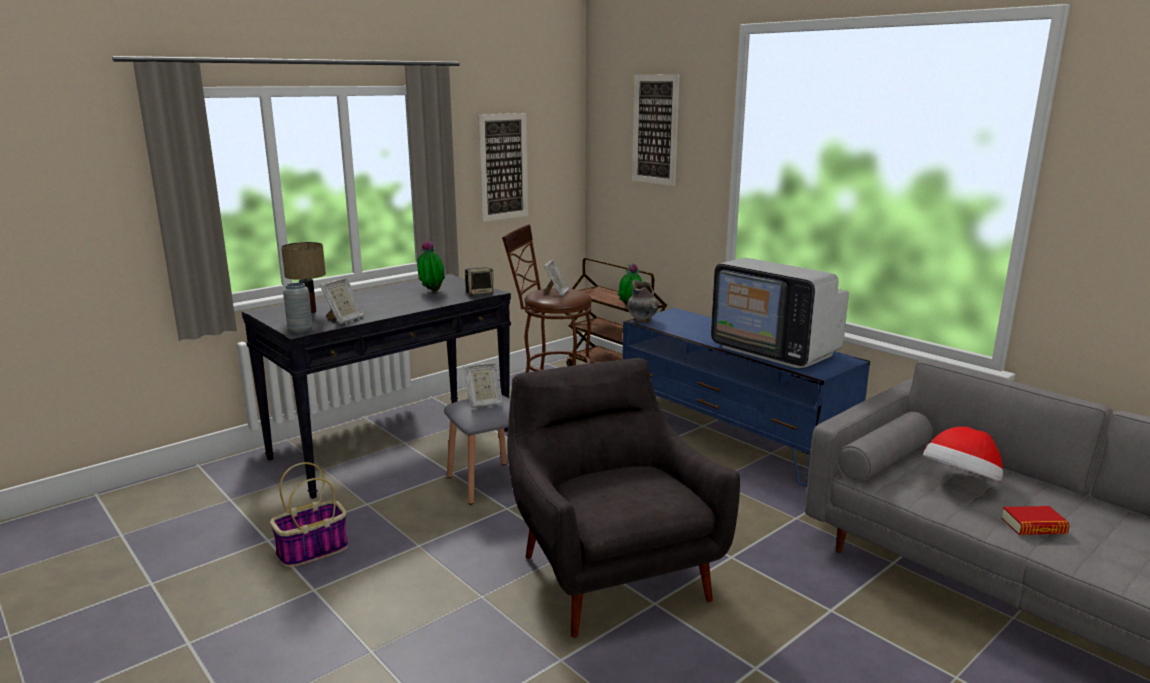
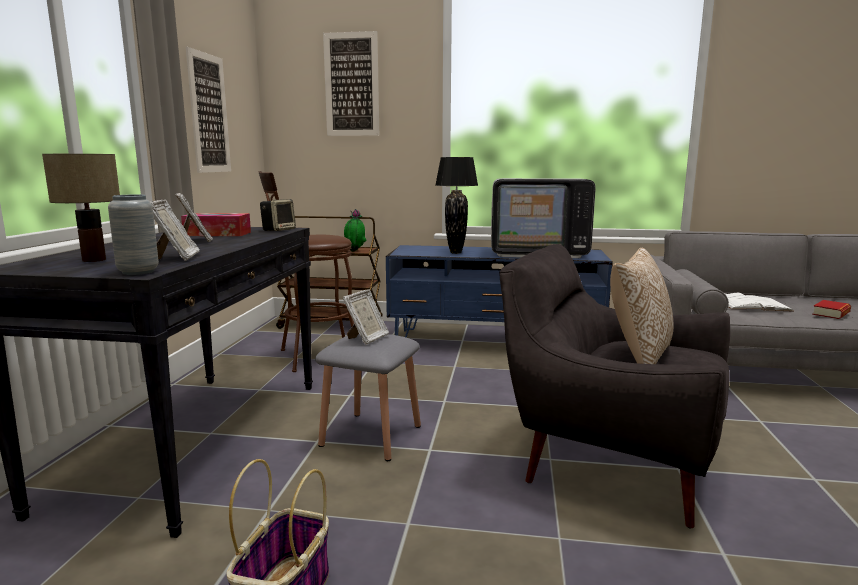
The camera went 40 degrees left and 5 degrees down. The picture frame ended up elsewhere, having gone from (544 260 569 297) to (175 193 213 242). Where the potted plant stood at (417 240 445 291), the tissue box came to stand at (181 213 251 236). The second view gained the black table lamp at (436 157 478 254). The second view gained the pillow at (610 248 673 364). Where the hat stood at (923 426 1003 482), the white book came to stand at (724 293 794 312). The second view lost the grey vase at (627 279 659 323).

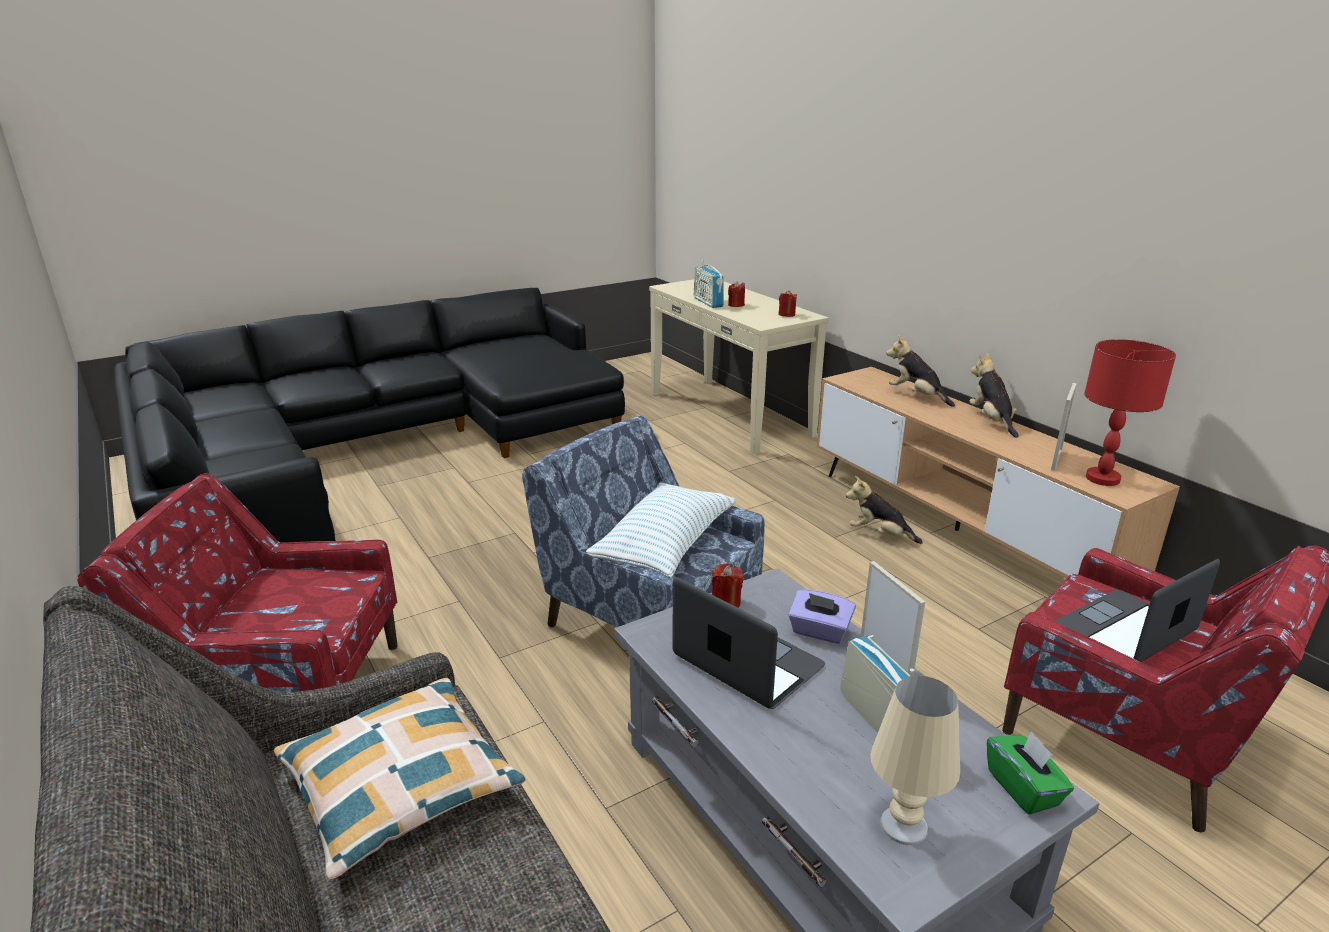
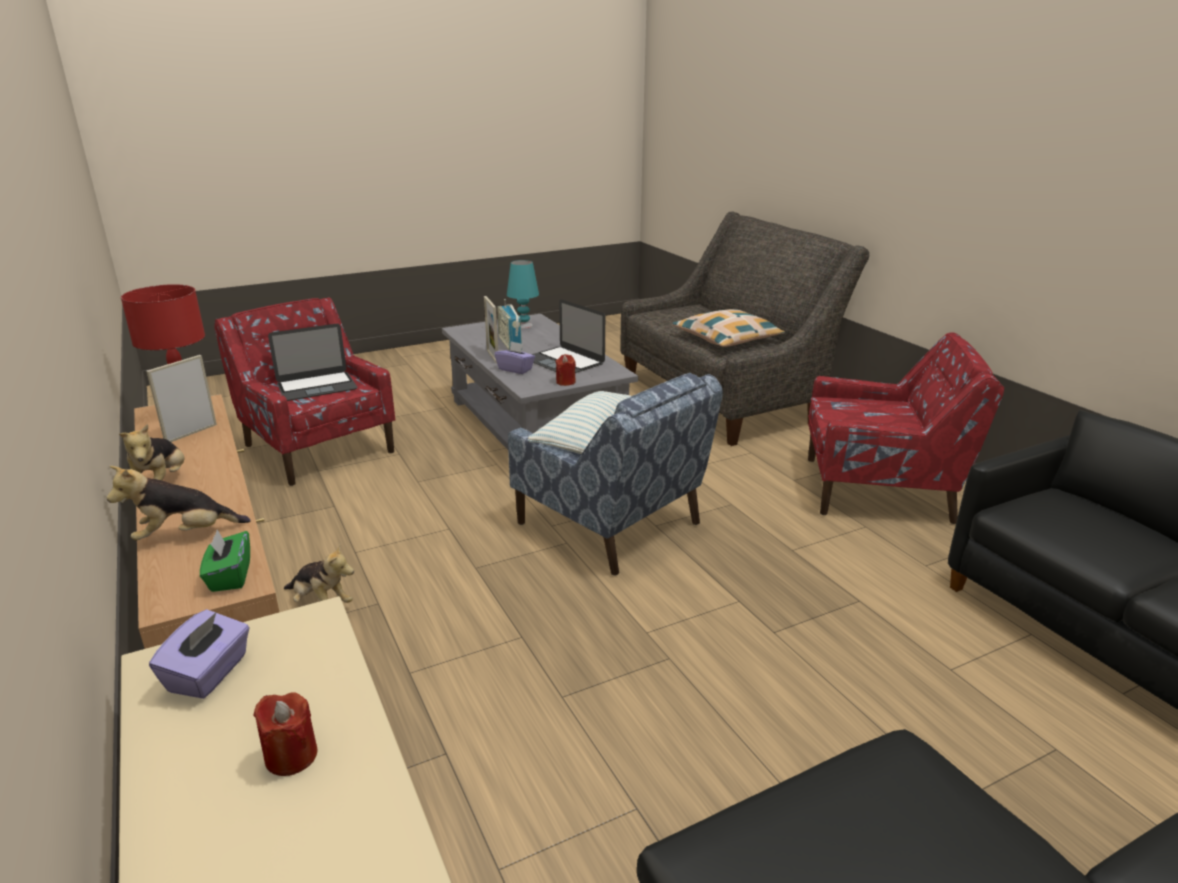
The camera went 175 degrees left and 0 degrees up. The plush toy at (886 335 955 407) ended up facing another way, 105 degrees clockwise from before. Where the red candle stood at (778 290 797 317), the purple tissue box came to stand at (149 609 250 699). The green tissue box ended up elsewhere, having gone from (987 731 1074 815) to (200 530 250 592). What was the beige table lamp at (870 676 960 845) turned into the turquoise table lamp at (507 260 539 329). The second view lost the radio at (694 260 724 308).

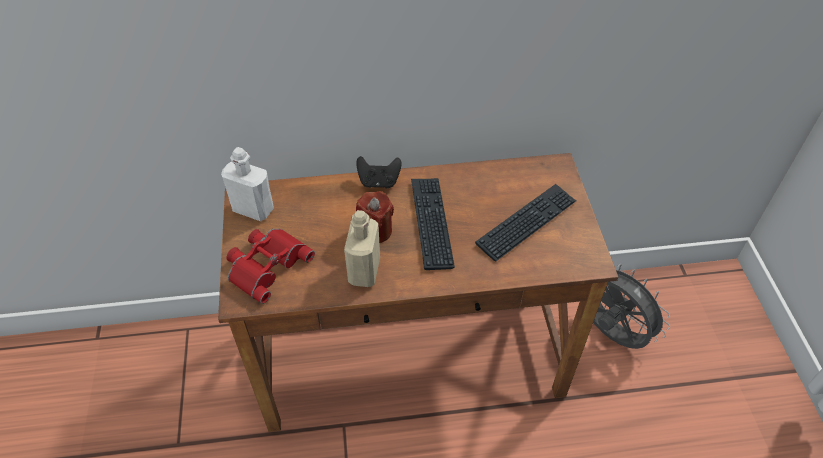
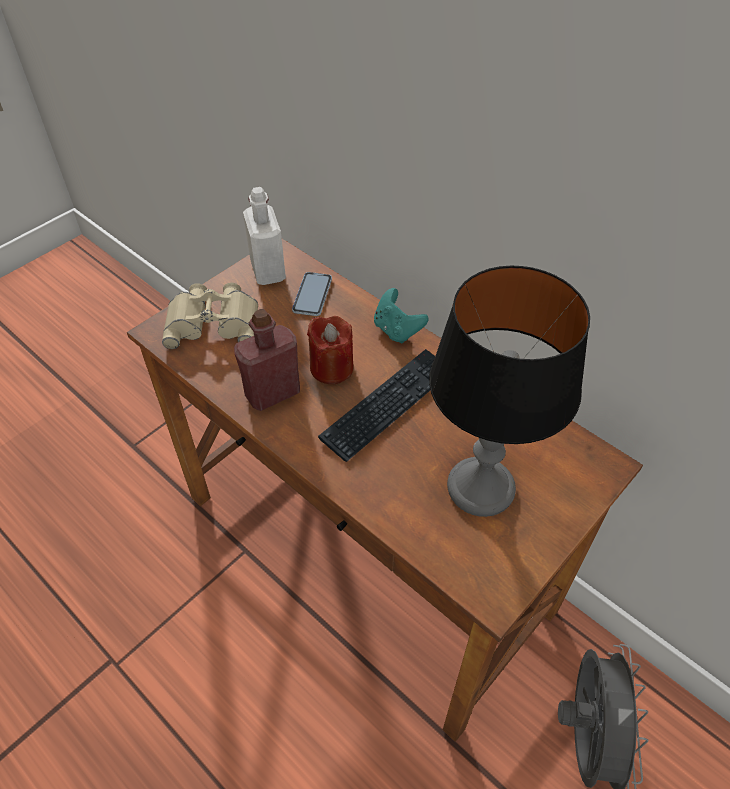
The camera went 50 degrees right and 0 degrees up. What was the red binoculars at (226 229 315 304) turned into the beige binoculars at (162 283 258 349). What was the beige bottle at (344 210 380 287) turned into the red bottle at (234 309 300 411). The second view gained the phone at (292 272 332 316). What was the black game controller at (356 156 402 188) turned into the turquoise game controller at (374 288 429 344). Where the keyboard stood at (475 184 576 262), the table lamp came to stand at (429 266 590 517).

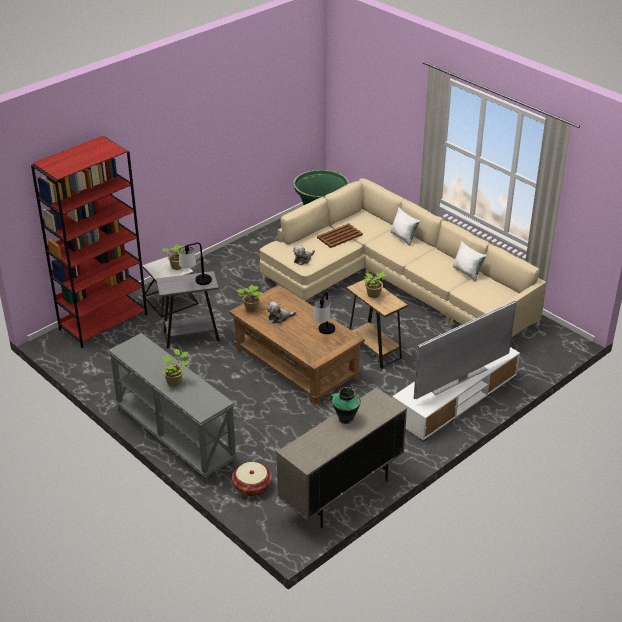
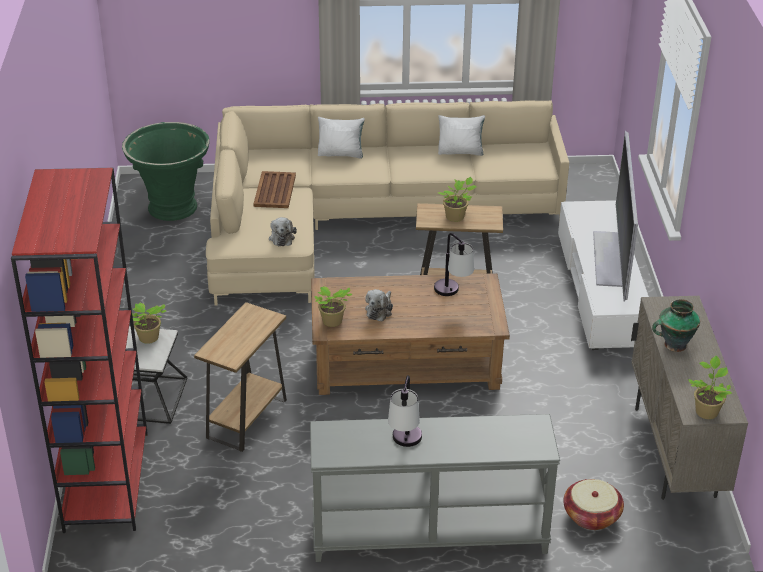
The camera went 50 degrees left and 0 degrees up. What was the grey side table at (156 271 220 348) turned into the brown side table at (194 302 287 452). The table lamp ended up elsewhere, having gone from (179 242 212 285) to (388 375 422 447). The potted plant ended up elsewhere, having gone from (162 349 189 386) to (688 356 732 419).

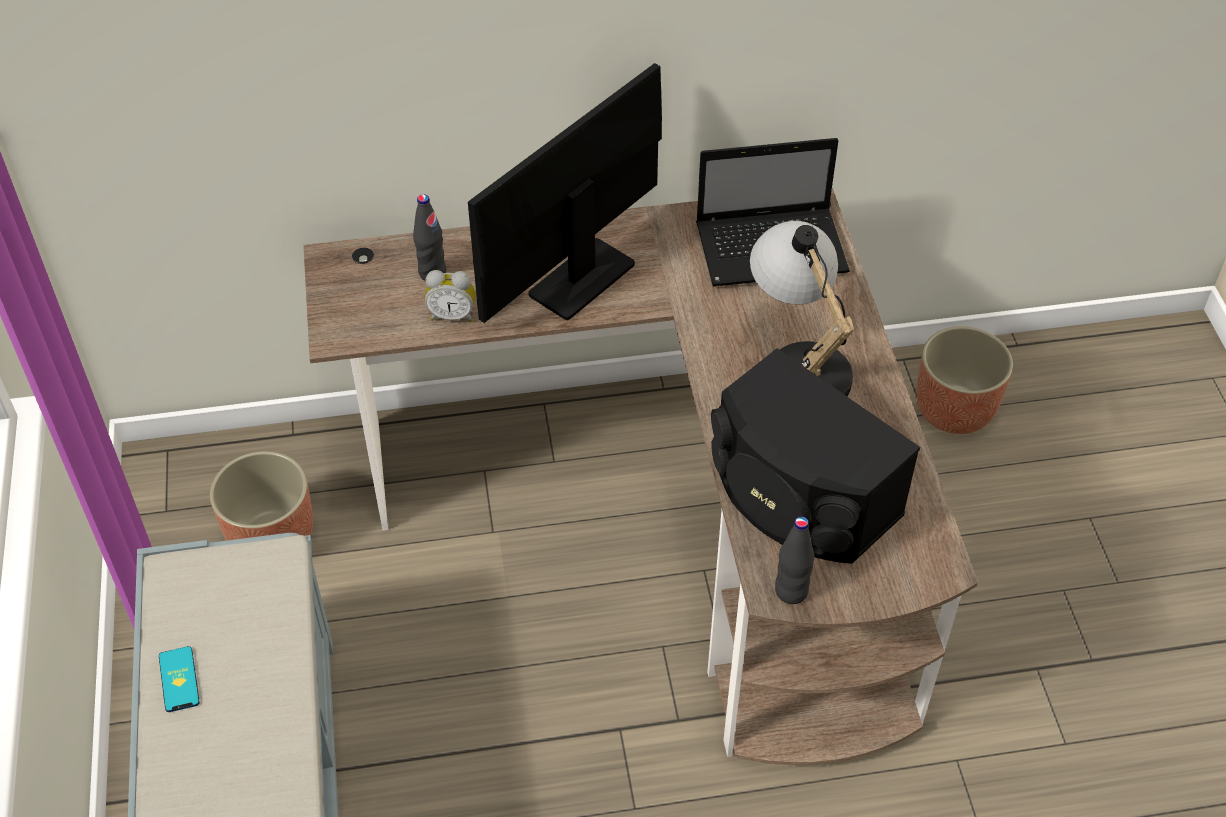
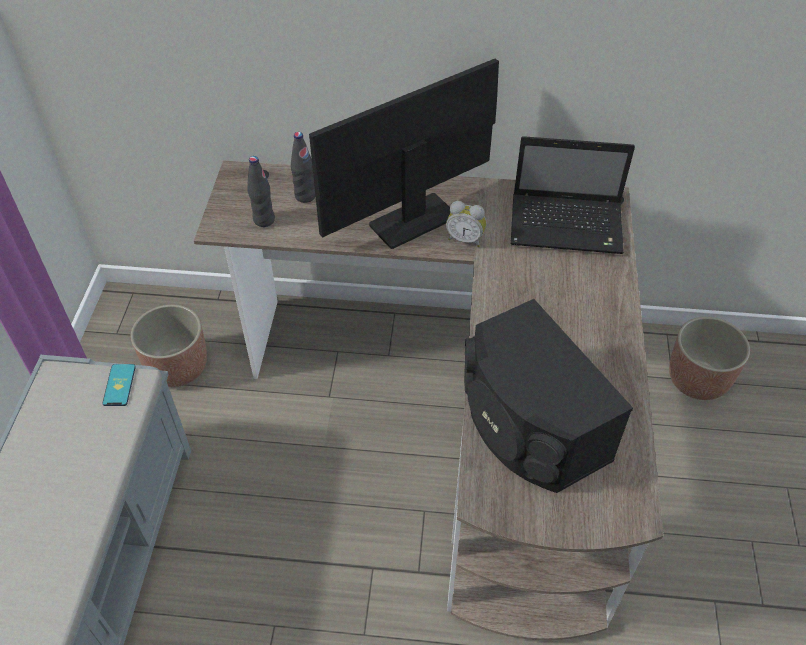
The camera went 15 degrees right and 0 degrees up. The phone ended up elsewhere, having gone from (159 646 200 712) to (102 364 136 406). The black bottle ended up elsewhere, having gone from (775 517 815 604) to (247 156 275 227). The alarm clock ended up elsewhere, having gone from (425 270 475 322) to (446 201 486 247). The second view lost the table lamp at (750 221 854 396).

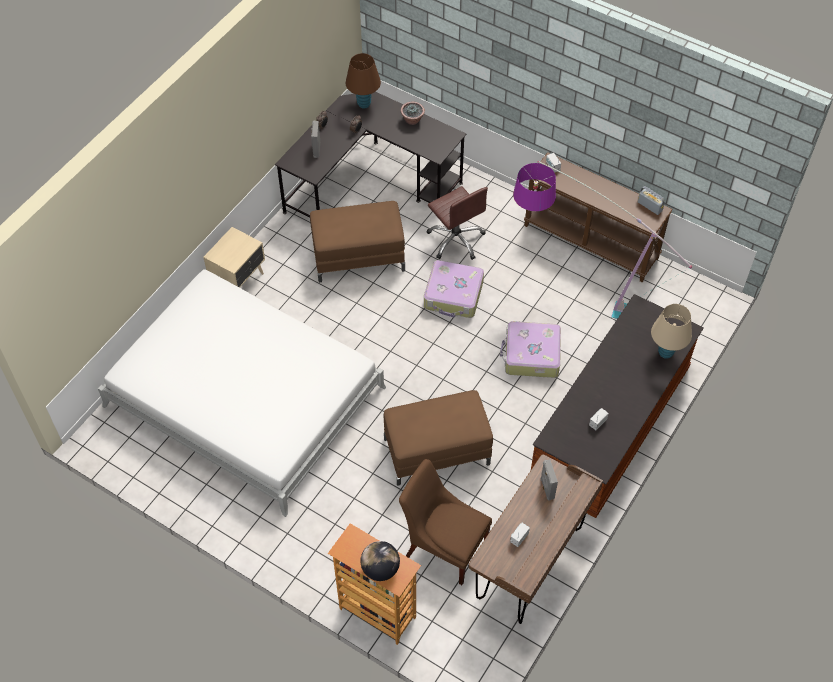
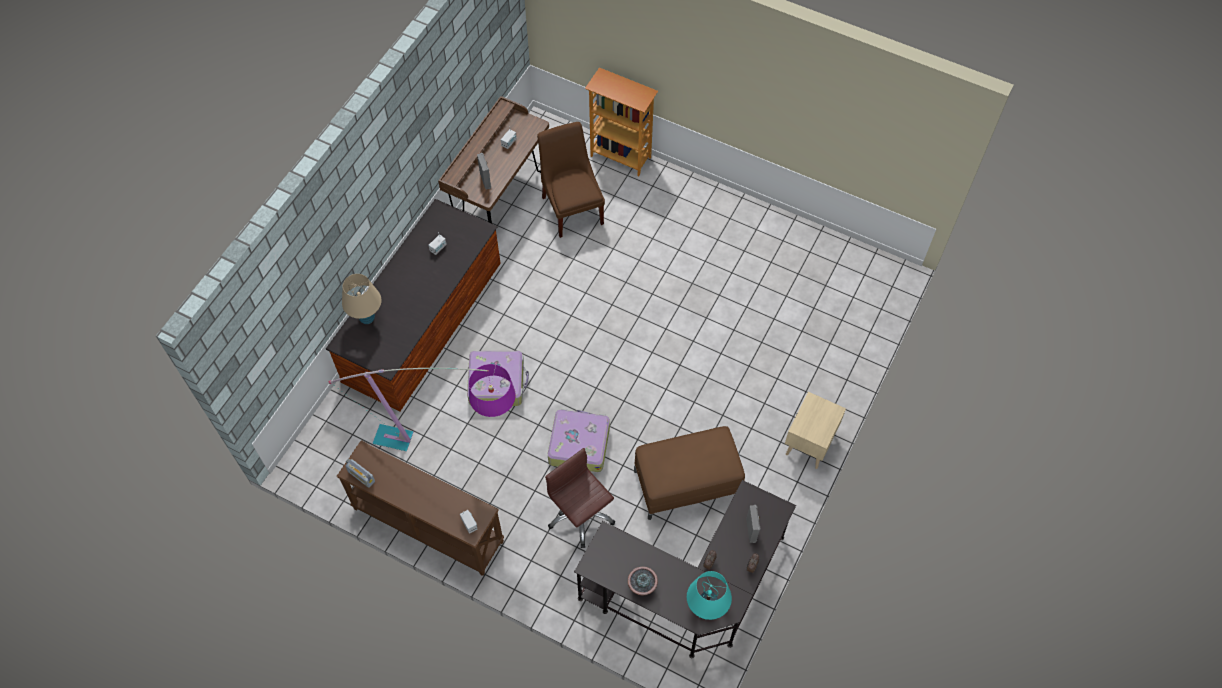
The camera went 175 degrees right and 5 degrees up. The brown chair at (399 459 492 585) ended up facing another way, 135 degrees counterclockwise from before. What was the brown table lamp at (346 53 381 108) turned into the turquoise table lamp at (687 571 732 620). The second view lost the white bed at (98 269 386 517). The second view lost the globe at (360 541 400 581). The second view lost the brown ottoman at (384 390 493 486).

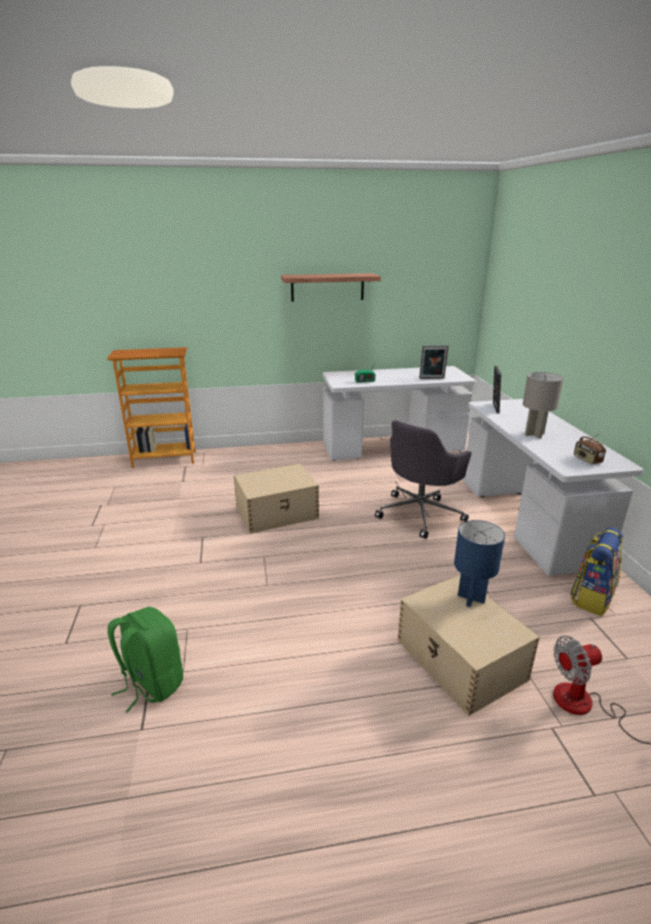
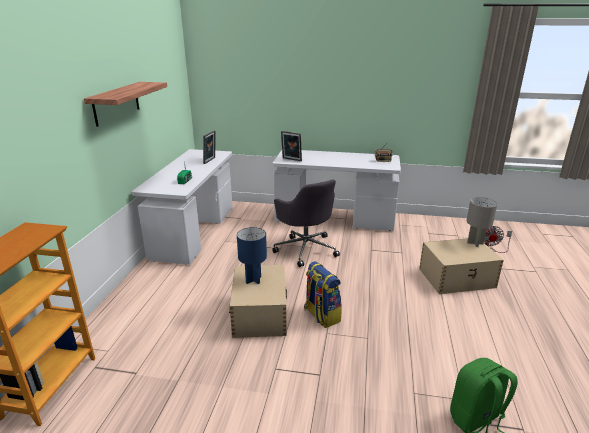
The camera went 70 degrees left and 0 degrees up. The blue table lamp ended up elsewhere, having gone from (454 520 505 607) to (237 227 267 284). The backpack ended up elsewhere, having gone from (570 527 623 616) to (304 261 342 328). The grey table lamp ended up elsewhere, having gone from (523 372 563 439) to (466 197 497 247).

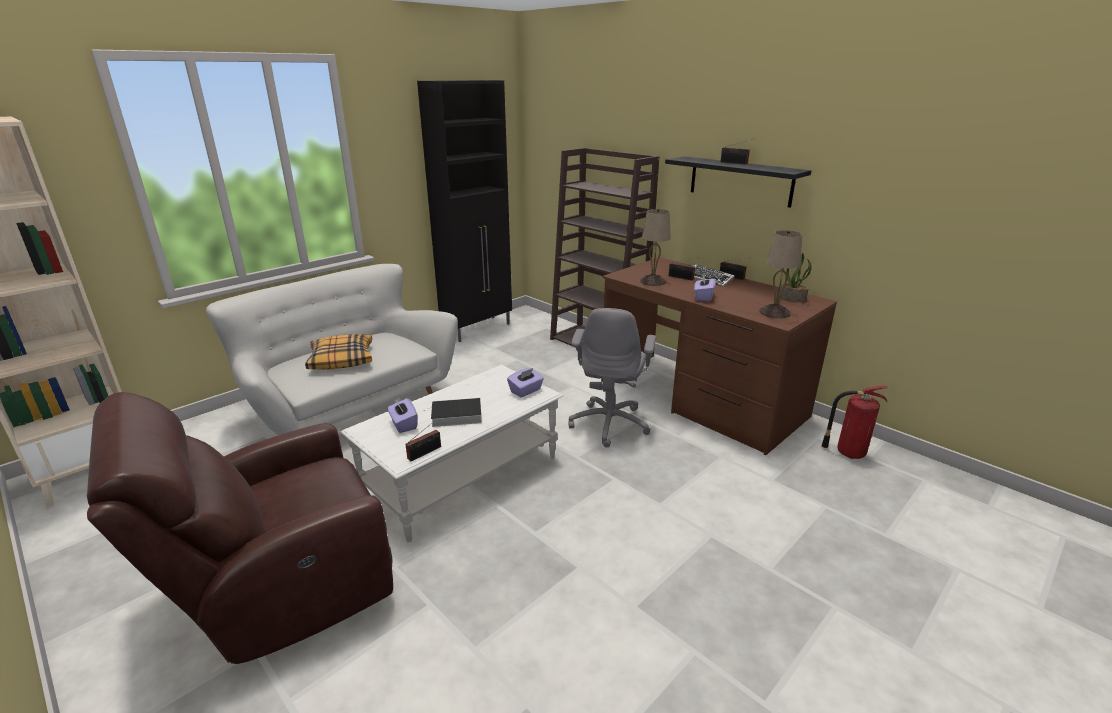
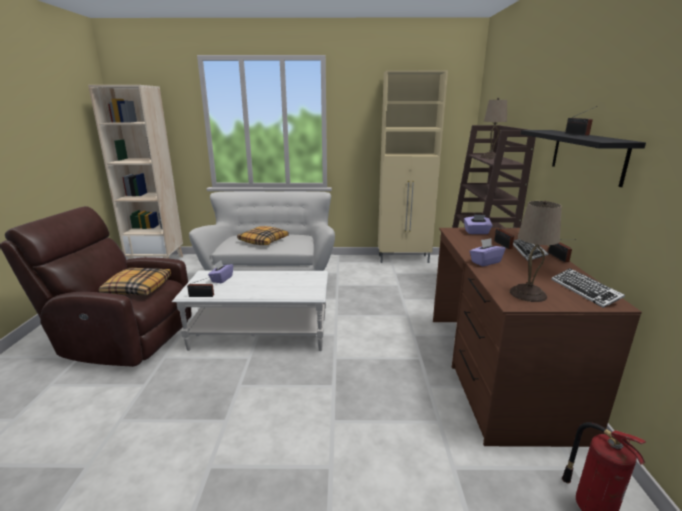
The camera went 45 degrees right and 5 degrees down. The second view gained the pillow at (99 268 171 296). What was the black cabinet at (417 80 512 342) turned into the beige cabinet at (378 70 448 263). The purple tissue box ended up elsewhere, having gone from (507 368 544 397) to (464 214 493 234). The beige table lamp ended up elsewhere, having gone from (640 209 671 286) to (480 97 507 159). Where the potted plant stood at (780 253 811 302), the keyboard came to stand at (551 268 625 308). The second view lost the book at (424 398 482 427). The second view lost the grey office chair at (568 308 656 447).

